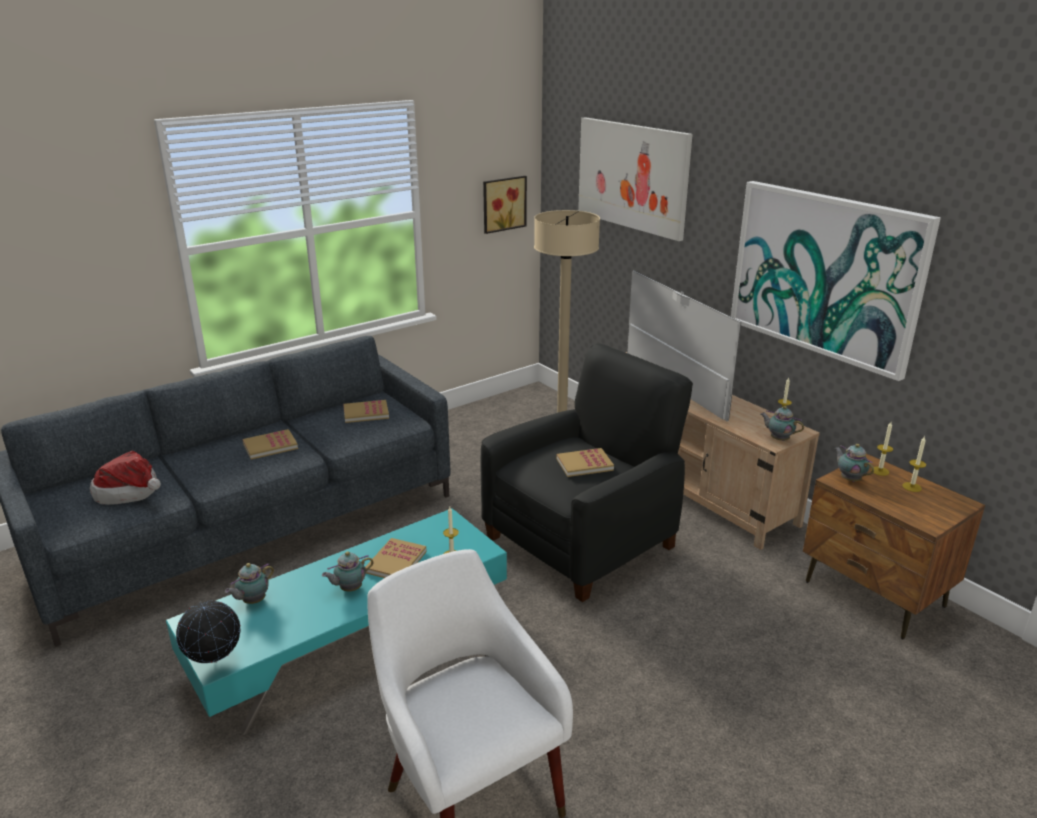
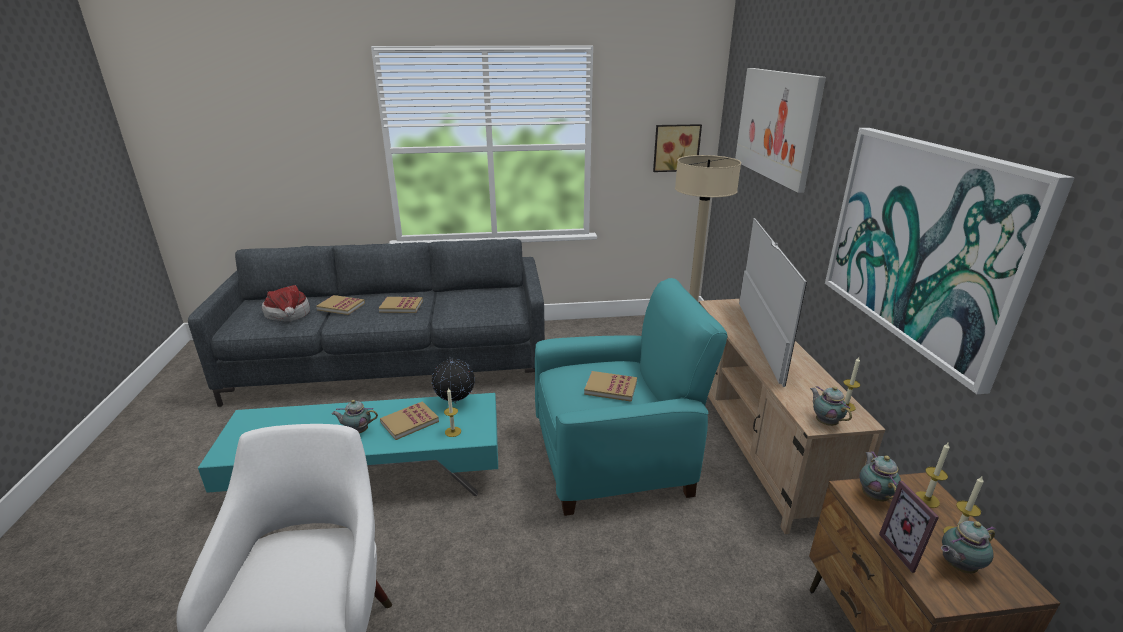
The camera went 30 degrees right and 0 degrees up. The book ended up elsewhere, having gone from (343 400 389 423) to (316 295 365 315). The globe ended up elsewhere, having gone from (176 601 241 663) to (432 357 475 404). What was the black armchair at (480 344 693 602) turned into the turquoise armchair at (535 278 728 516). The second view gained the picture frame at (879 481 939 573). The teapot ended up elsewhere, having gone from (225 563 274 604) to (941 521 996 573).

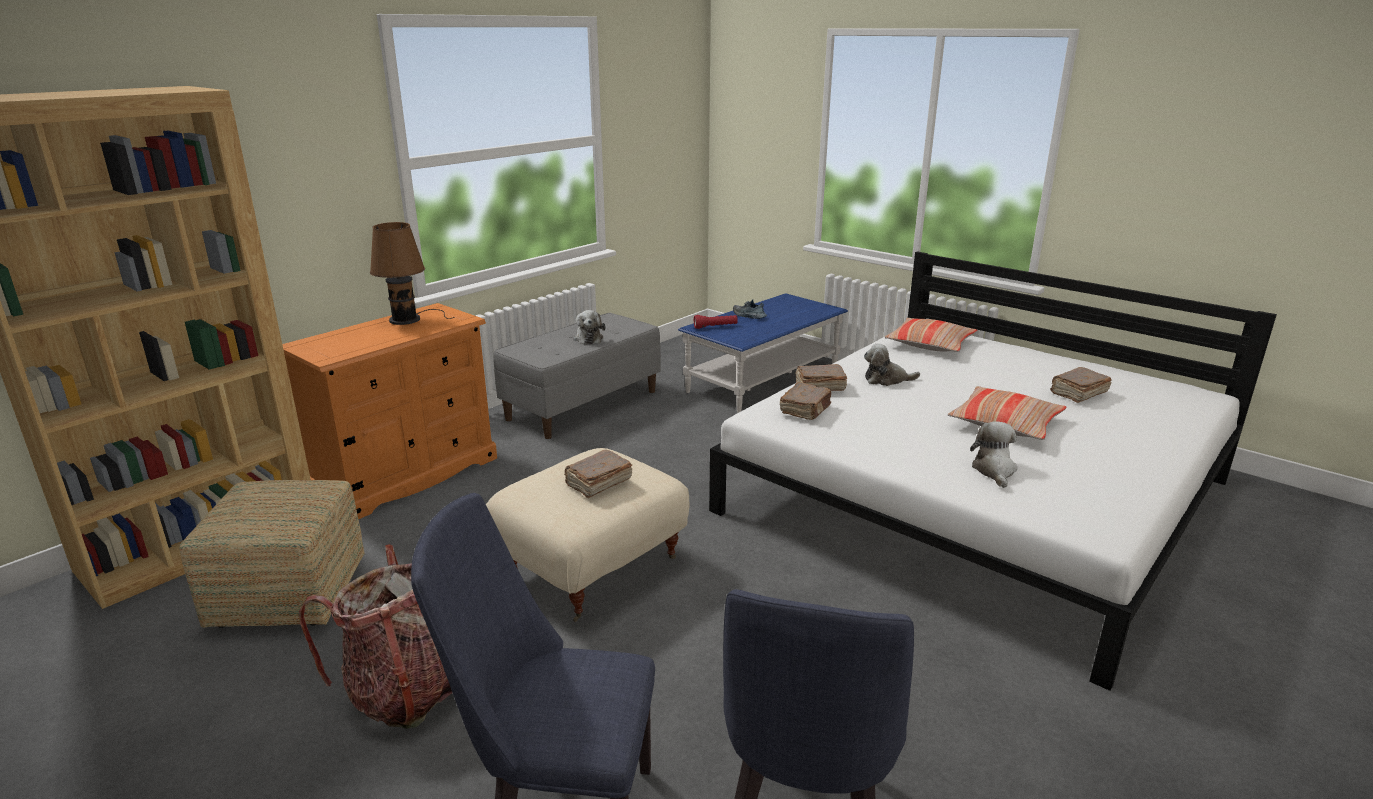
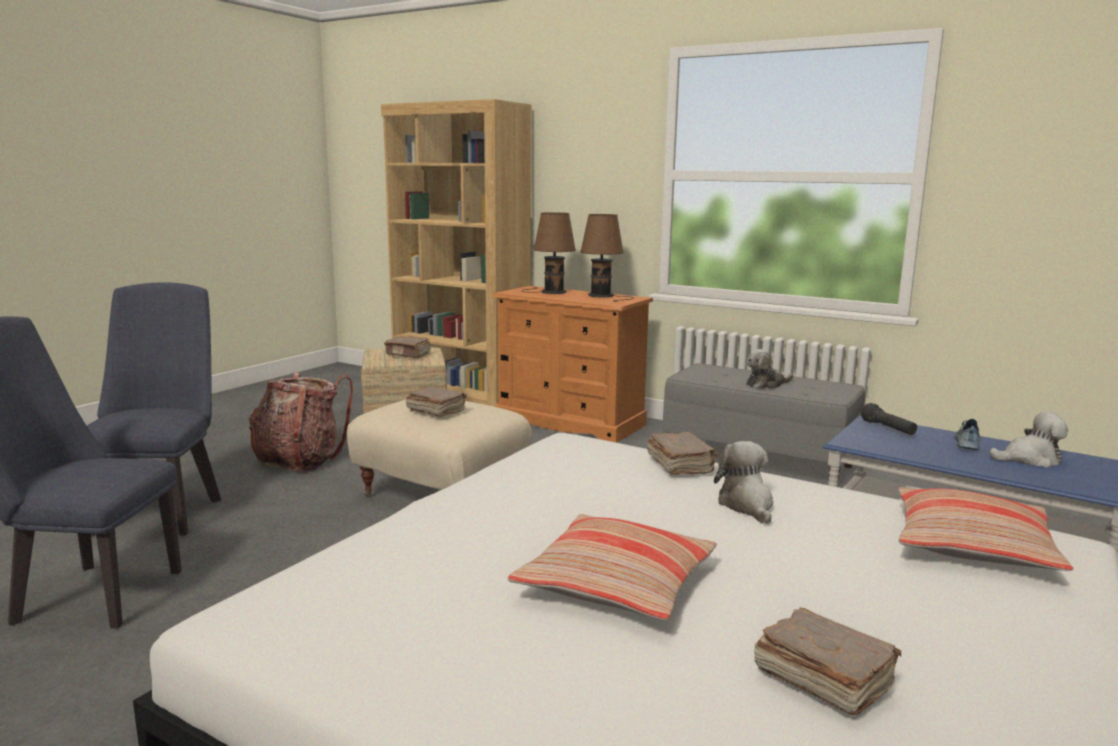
The camera went 80 degrees right and 10 degrees down. The brown book ended up elsewhere, having gone from (780 382 831 420) to (384 336 431 358). The second view gained the brown table lamp at (521 212 576 294). What was the red flashlight at (694 315 738 329) turned into the black flashlight at (861 403 917 435). The plush toy ended up elsewhere, having gone from (970 421 1017 488) to (989 412 1068 468).

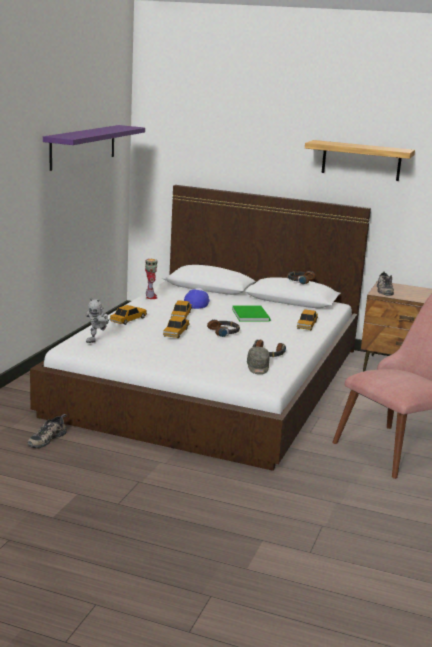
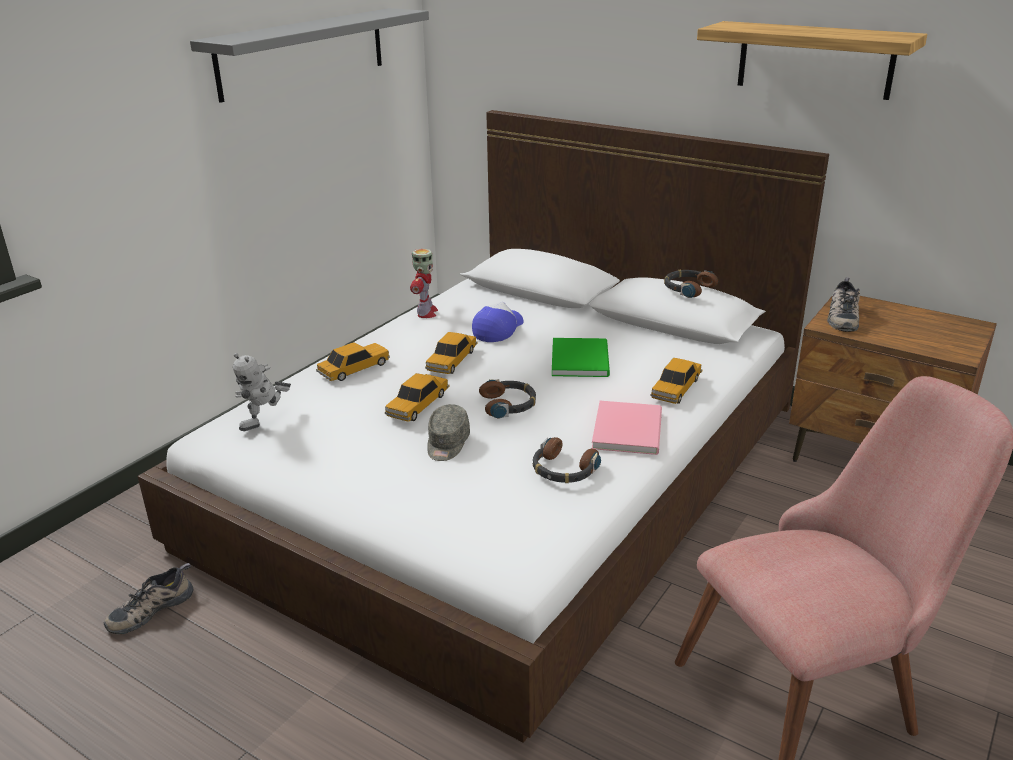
The camera went 15 degrees right and 10 degrees up. What was the purple shelf at (43 125 145 171) turned into the grey shelf at (190 8 429 103). The grey cap ended up elsewhere, having gone from (247 347 269 374) to (427 404 470 461). The second view gained the pink book at (592 401 662 455).

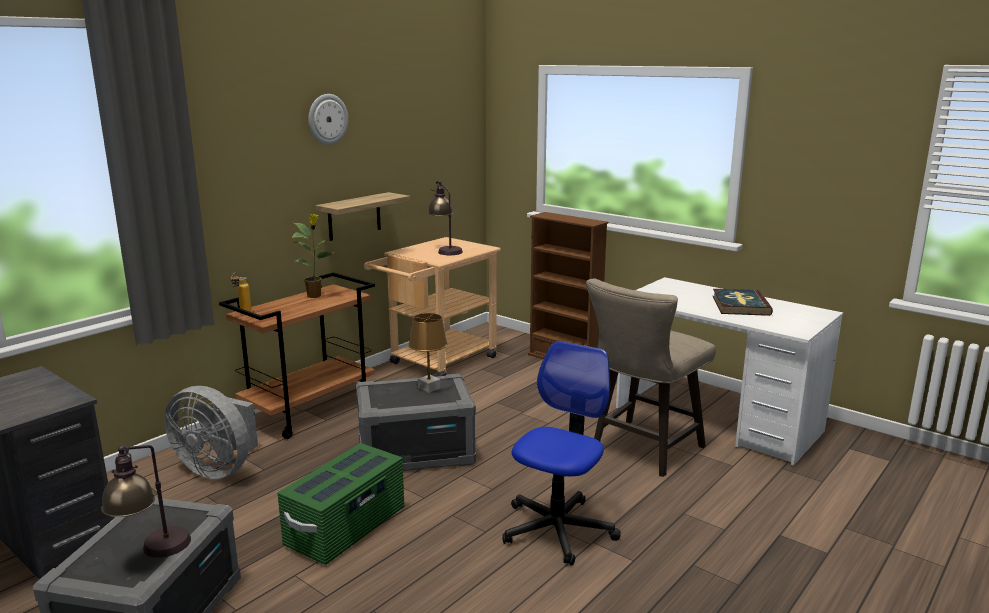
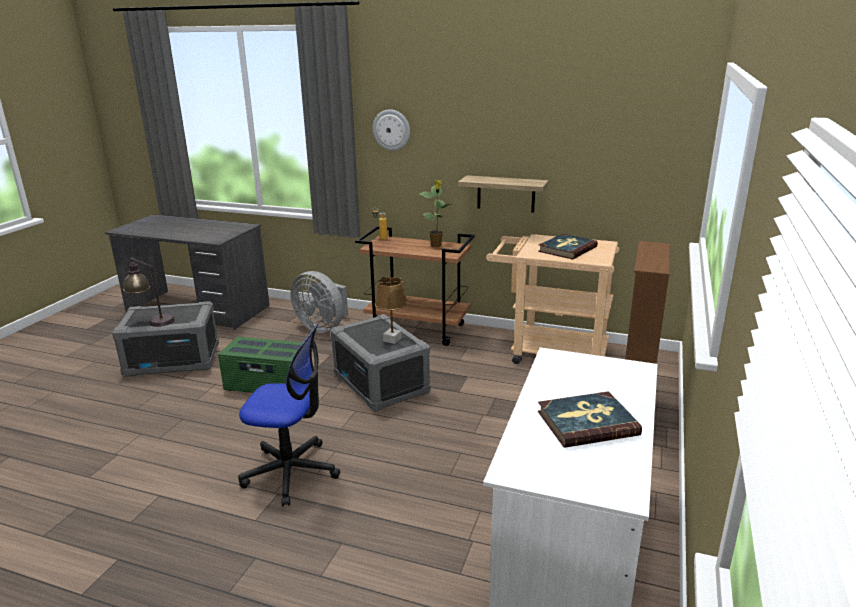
The camera went 70 degrees right and 5 degrees up. The grey fan at (164 386 258 479) ended up facing another way, 60 degrees counterclockwise from before. The wall clock ended up elsewhere, having gone from (308 94 348 145) to (373 109 410 151). Where the table lamp stood at (428 180 463 255), the book came to stand at (538 234 598 260). The second view lost the beige stool at (586 278 716 477).

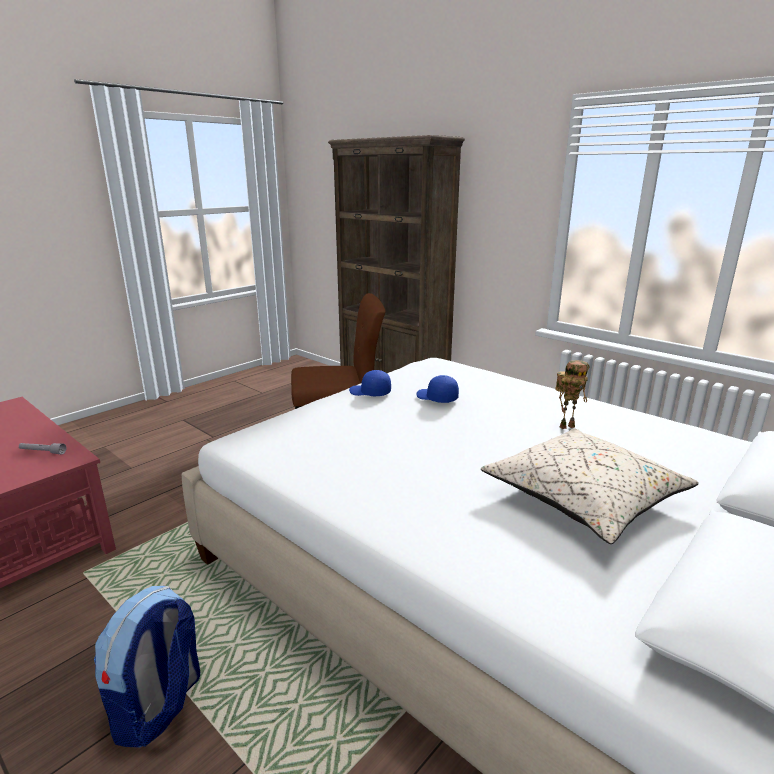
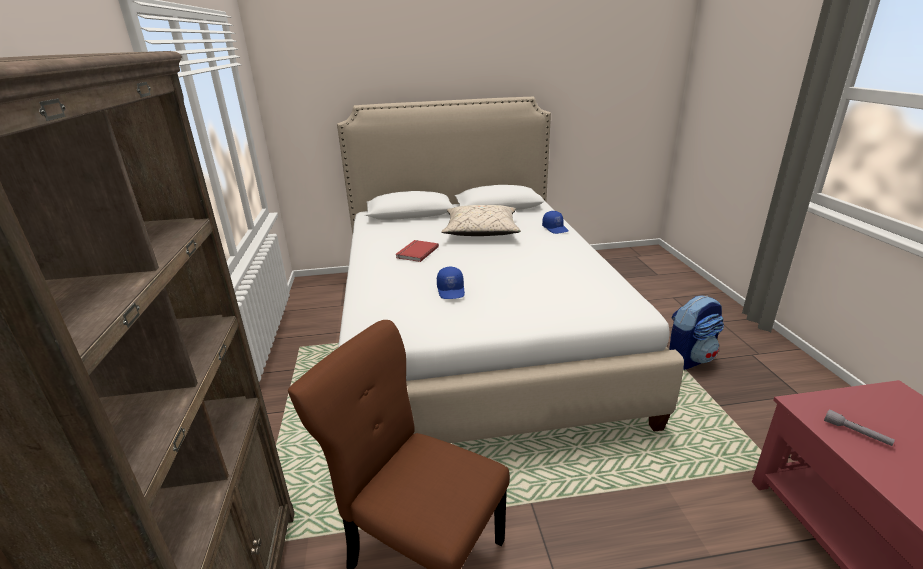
The camera went 140 degrees left and 5 degrees up. Where the toy robot stood at (555 360 589 429), the red book came to stand at (395 240 439 262). The blue cap ended up elsewhere, having gone from (349 370 391 396) to (542 211 569 234).

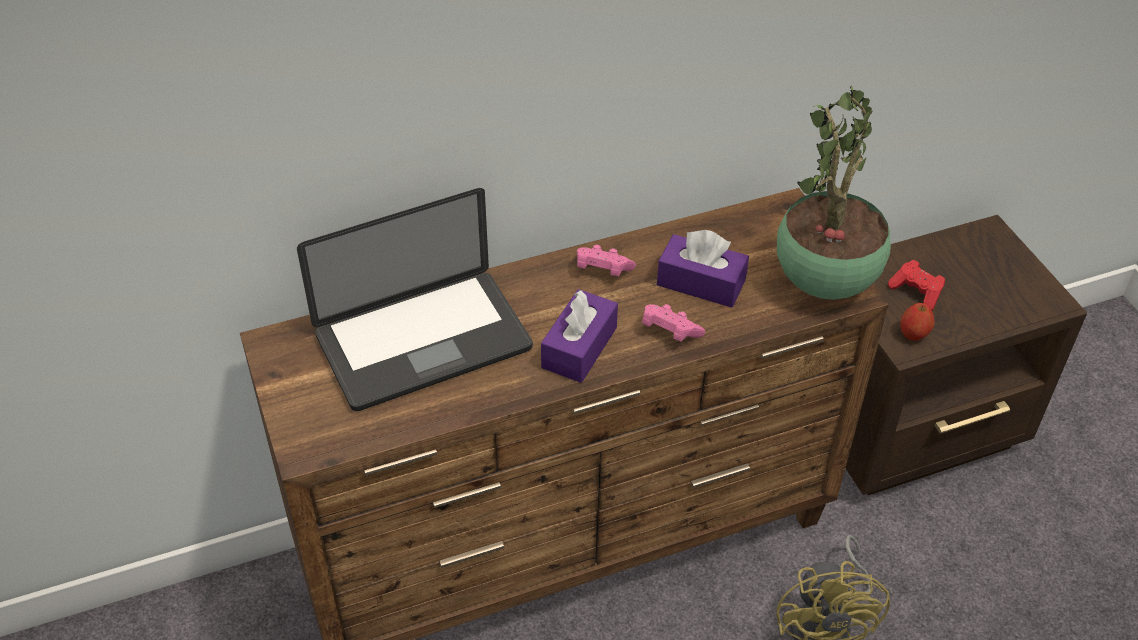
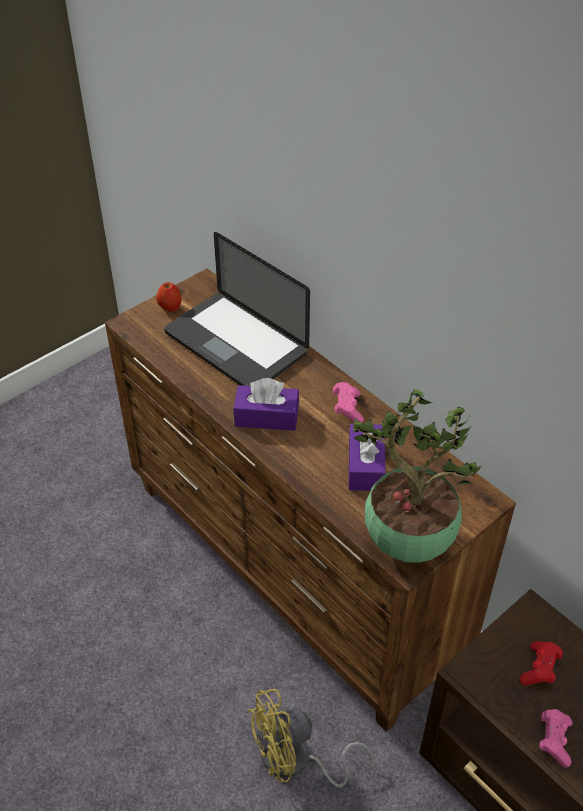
The camera went 70 degrees right and 0 degrees up. The apple ended up elsewhere, having gone from (900 303 935 341) to (156 282 181 312). The pink game controller ended up elsewhere, having gone from (642 304 705 341) to (539 709 573 768).

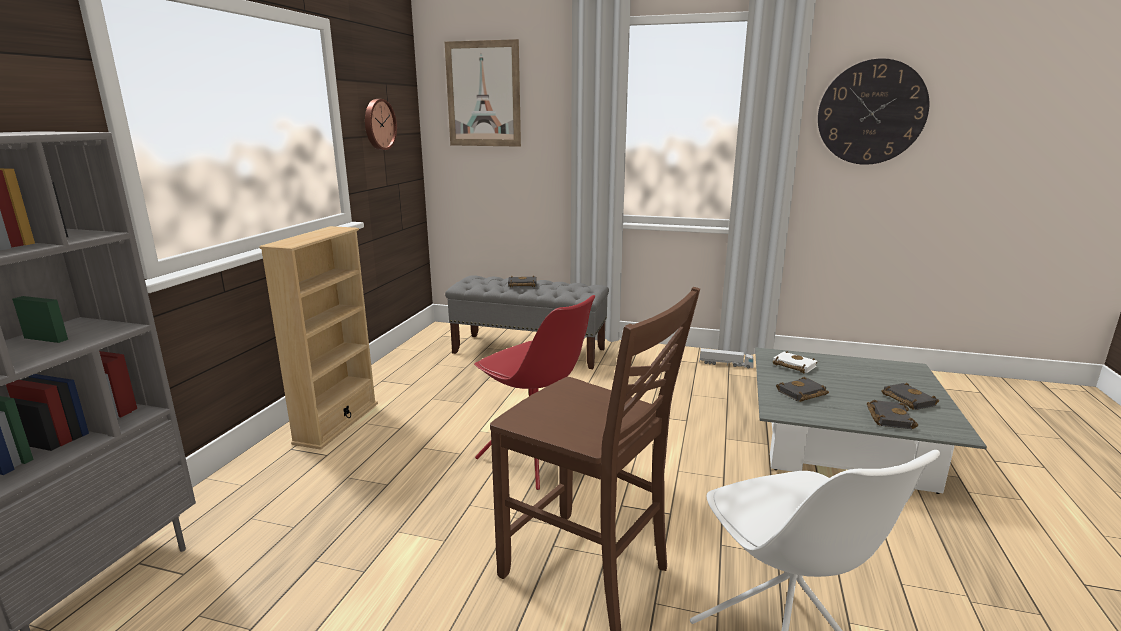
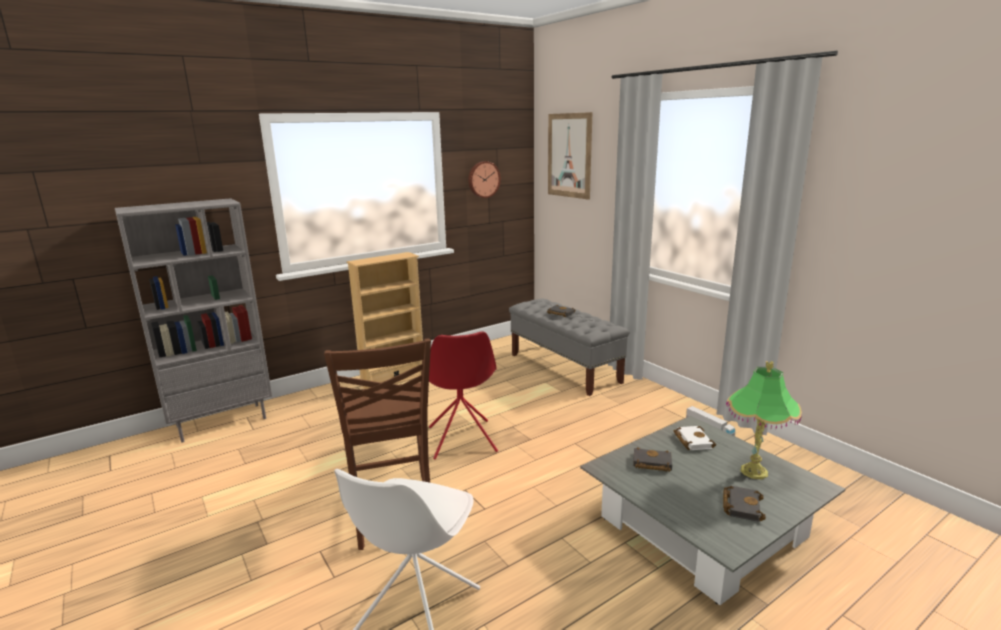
The camera went 40 degrees right and 0 degrees up. The second view gained the table lamp at (726 361 802 479). The second view lost the wall clock at (818 58 929 165). The second view lost the black book at (867 400 918 429).

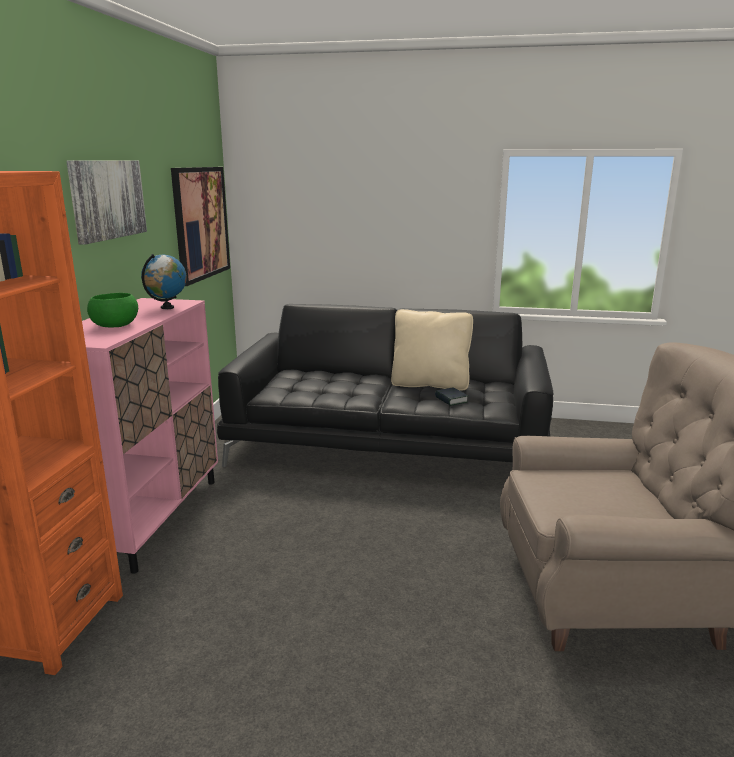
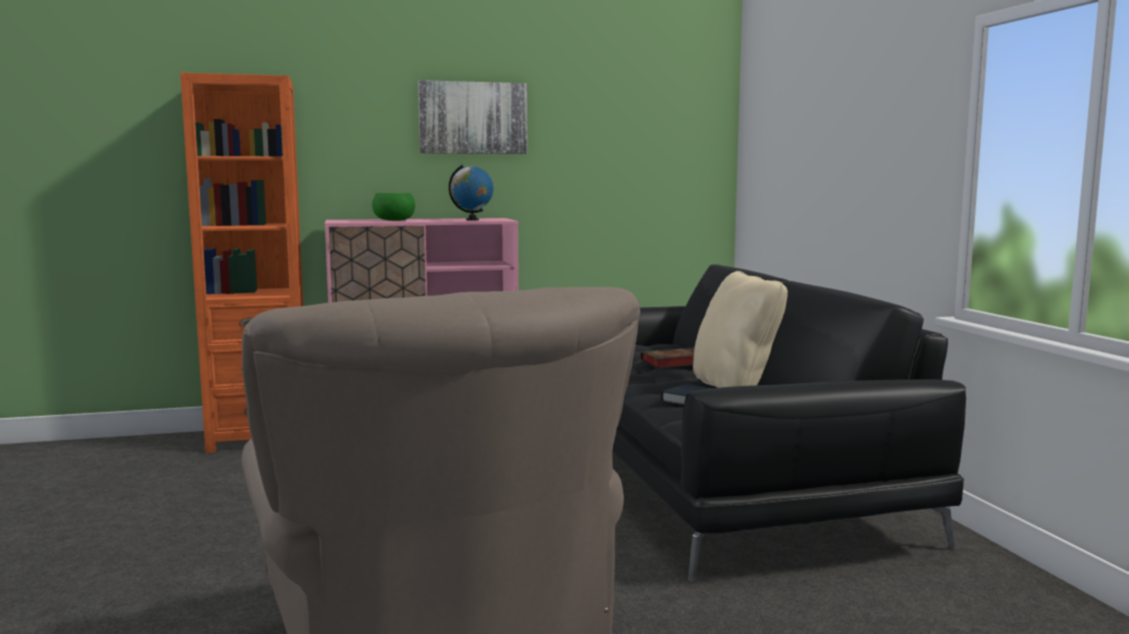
The camera went 65 degrees right and 10 degrees down. The second view gained the book at (641 347 695 368). The second view lost the picture at (171 167 230 286).

